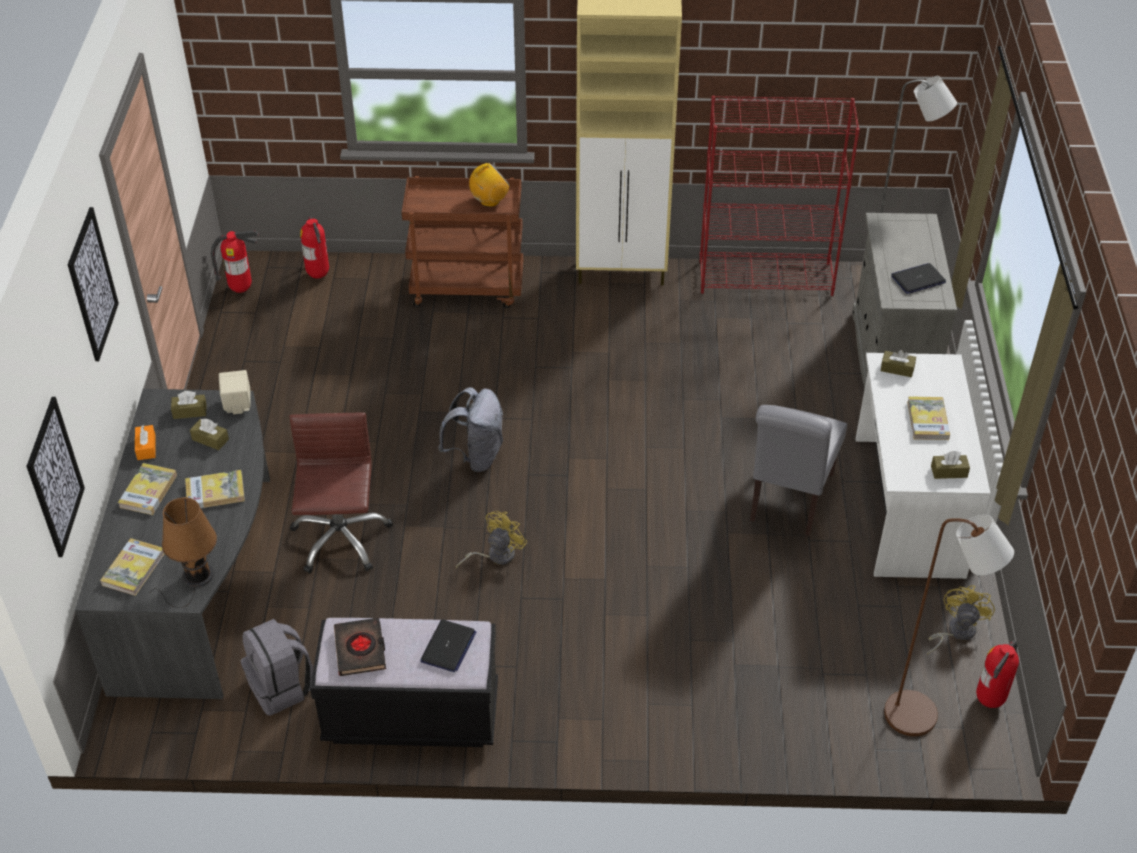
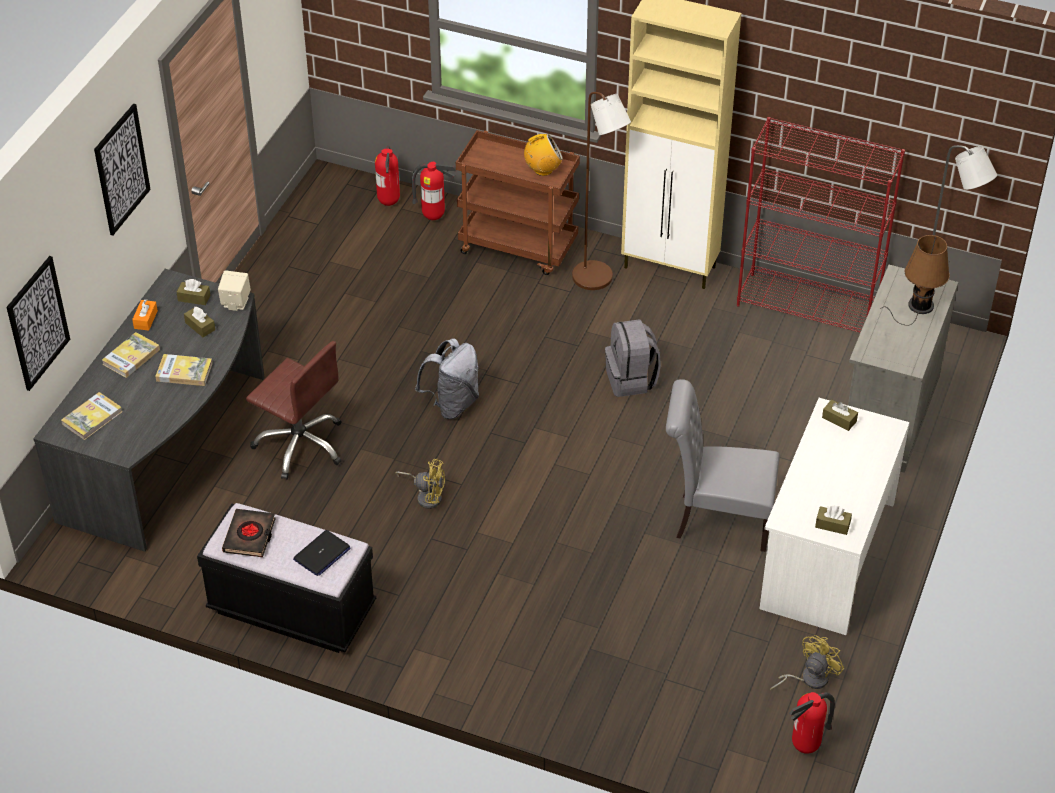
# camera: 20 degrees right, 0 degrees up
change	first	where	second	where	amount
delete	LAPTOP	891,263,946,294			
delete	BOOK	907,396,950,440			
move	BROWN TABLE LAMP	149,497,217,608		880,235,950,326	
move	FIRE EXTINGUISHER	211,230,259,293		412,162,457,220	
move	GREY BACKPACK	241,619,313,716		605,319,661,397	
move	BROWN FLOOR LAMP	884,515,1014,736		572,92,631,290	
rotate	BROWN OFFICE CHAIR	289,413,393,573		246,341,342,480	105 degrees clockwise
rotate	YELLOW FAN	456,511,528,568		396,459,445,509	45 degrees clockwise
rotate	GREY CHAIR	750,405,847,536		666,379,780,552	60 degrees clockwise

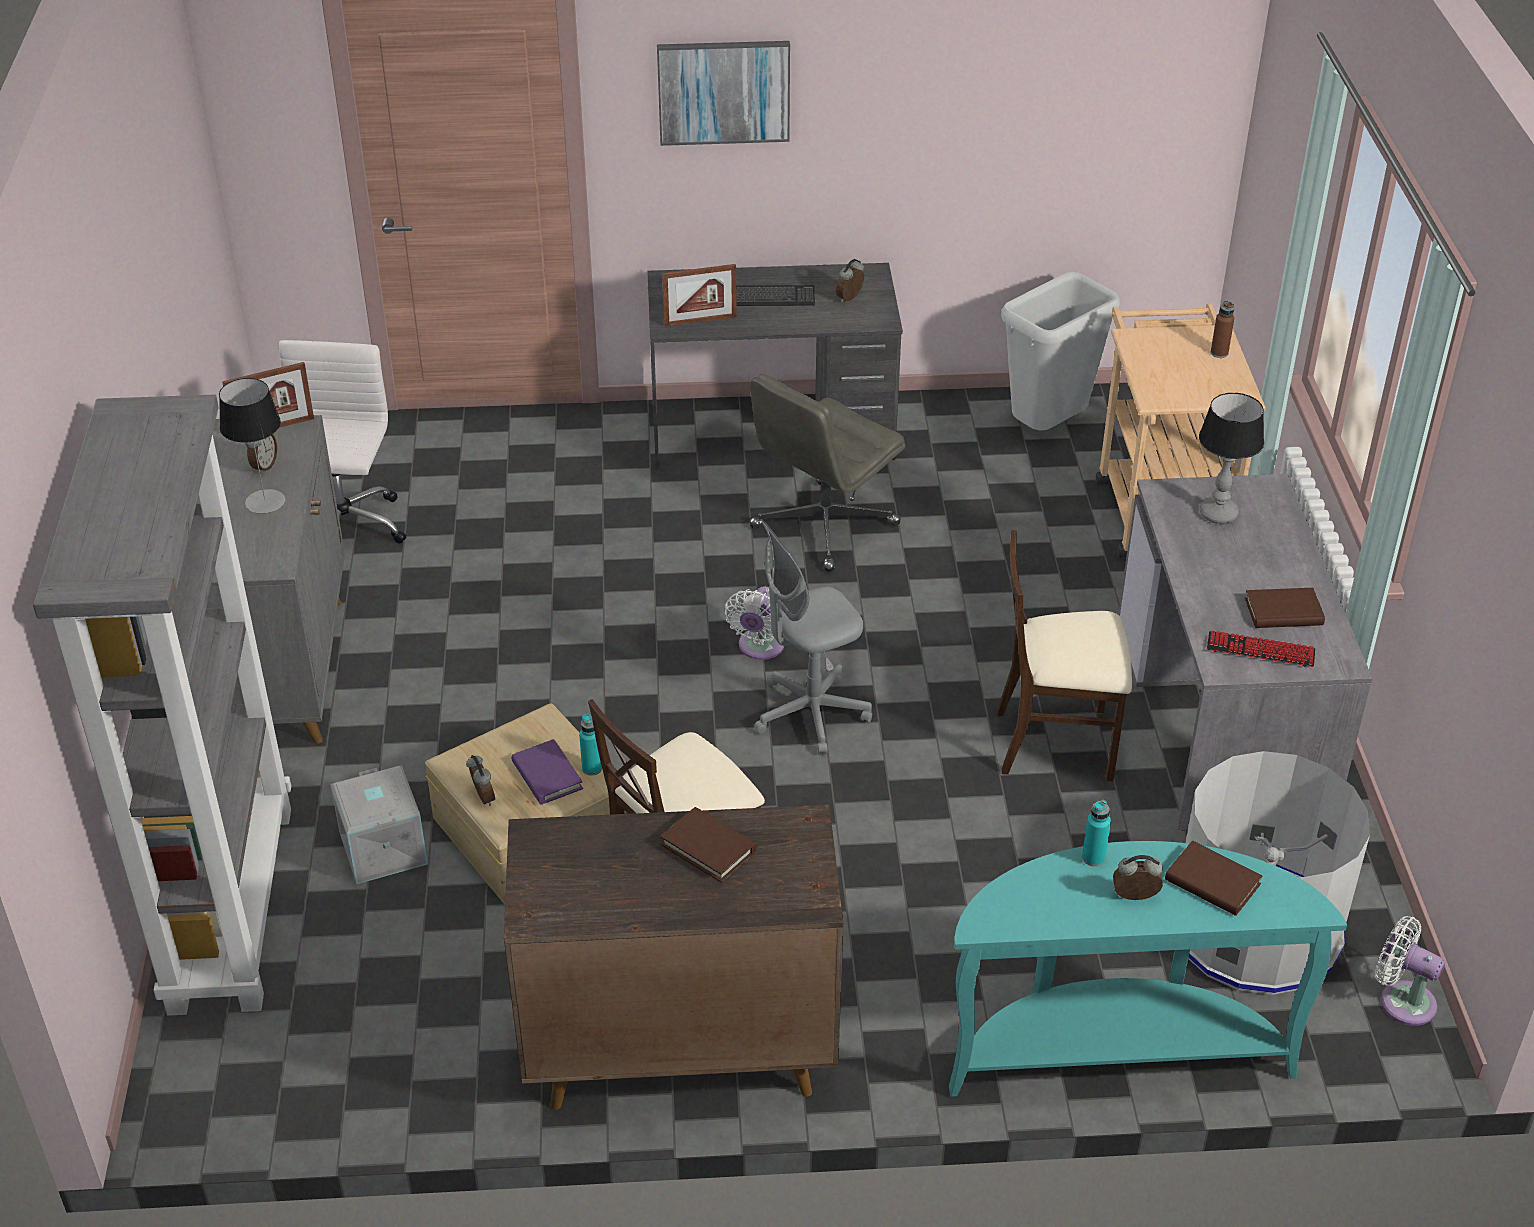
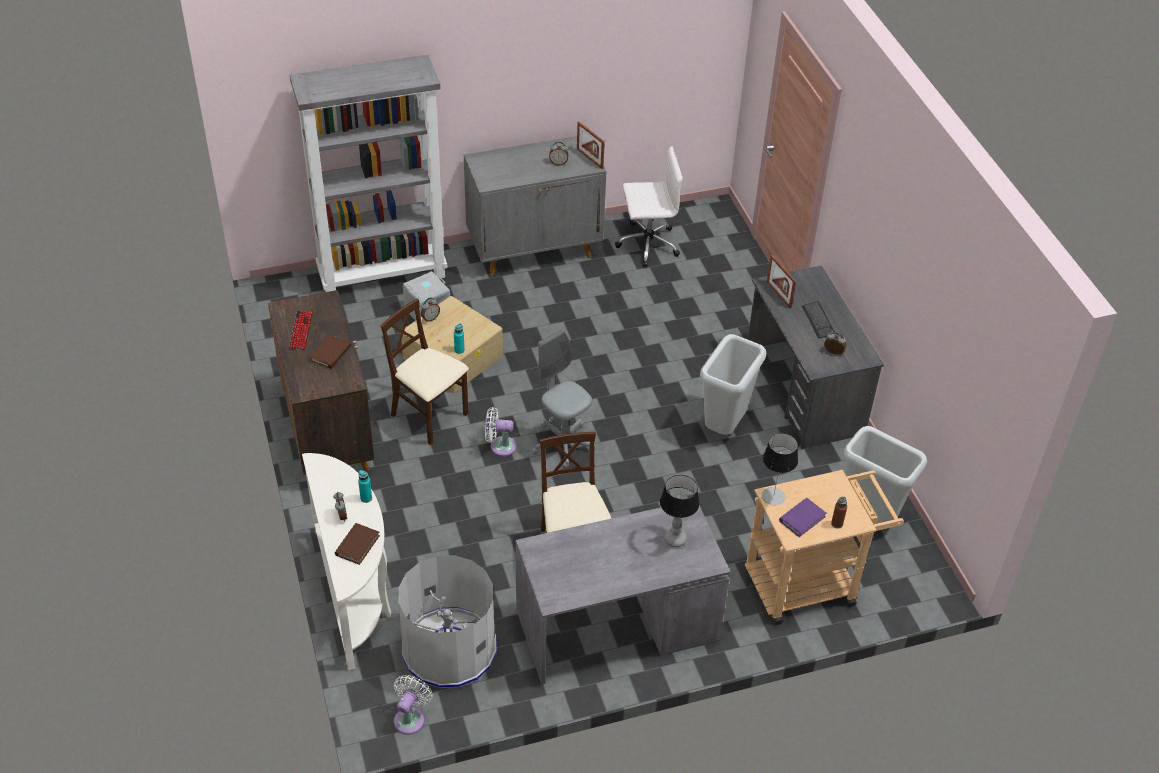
# camera: 75 degrees right, 5 degrees up
change	first	where	second	where	amount
delete	PICTURE	657,41,790,146			
delete	BROWN BOOK	1245,588,1325,628			
move	TABLE LAMP	219,378,285,514		762,433,798,505	
move	PURPLE BOOK	511,739,583,805		779,498,827,537	
move	WHITE FAN	724,586,784,660		485,407,517,456	
move	KEYBOARD	1207,630,1315,667		289,311,313,350	
replace	GREY OFFICE CHAIR	750,374,905,572	GREY TRASH CAN	700,334,766,435	
recolor	TURQUOISE CONSOLE TABLE	949,841,1347,1097	WHITE CONSOLE TABLE	302,453,391,670	

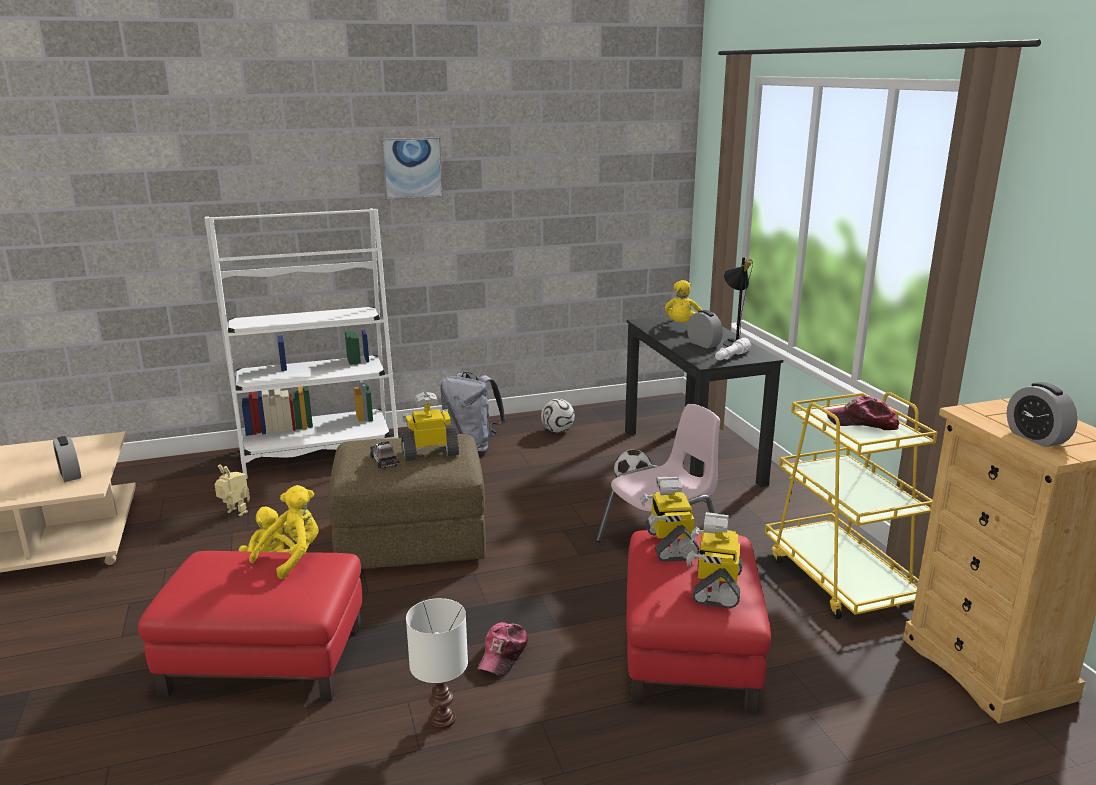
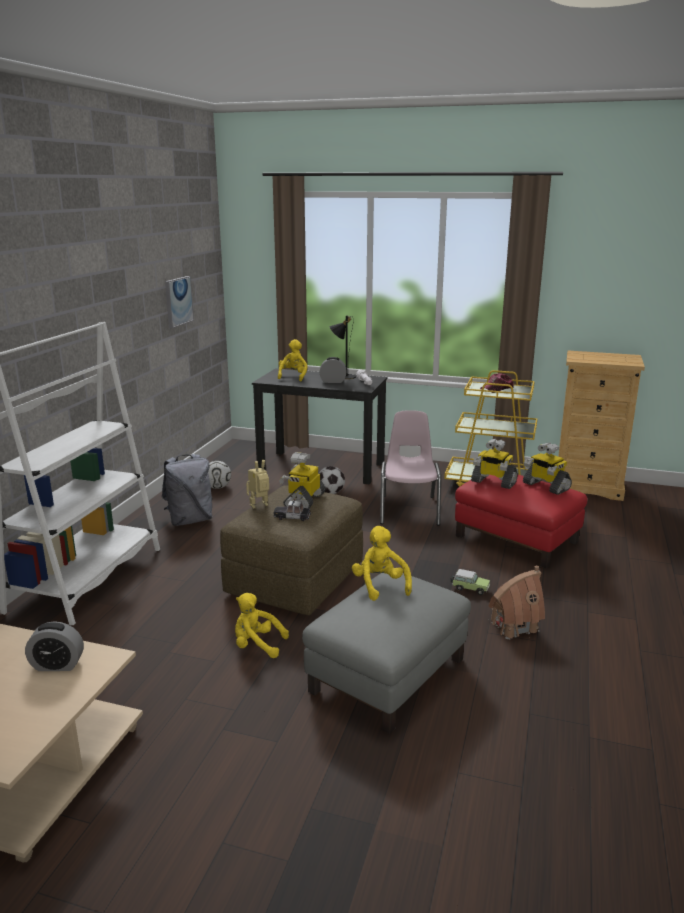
# camera: 55 degrees left, 0 degrees up
change	first	where	second	where	amount
delete	ALARM CLOCK	1007,382,1078,447			
move	TOY ROBOT	215,464,250,516		246,460,269,509	
move	PICTURE	381,137,443,200		165,276,194,328	
replace	WHITE TABLE LAMP	406,598,468,729	TOY HOUSE	488,565,545,640	
replace	CAP	477,622,528,676	TOY CAR	450,569,490,595	
recolor	RED OTTOMAN	138,551,362,701	GREY OTTOMAN	302,573,471,734	
rotate	YELLOW PLUSH TOY	665,280,702,323		278,339,308,381	135 degrees counterclockwise

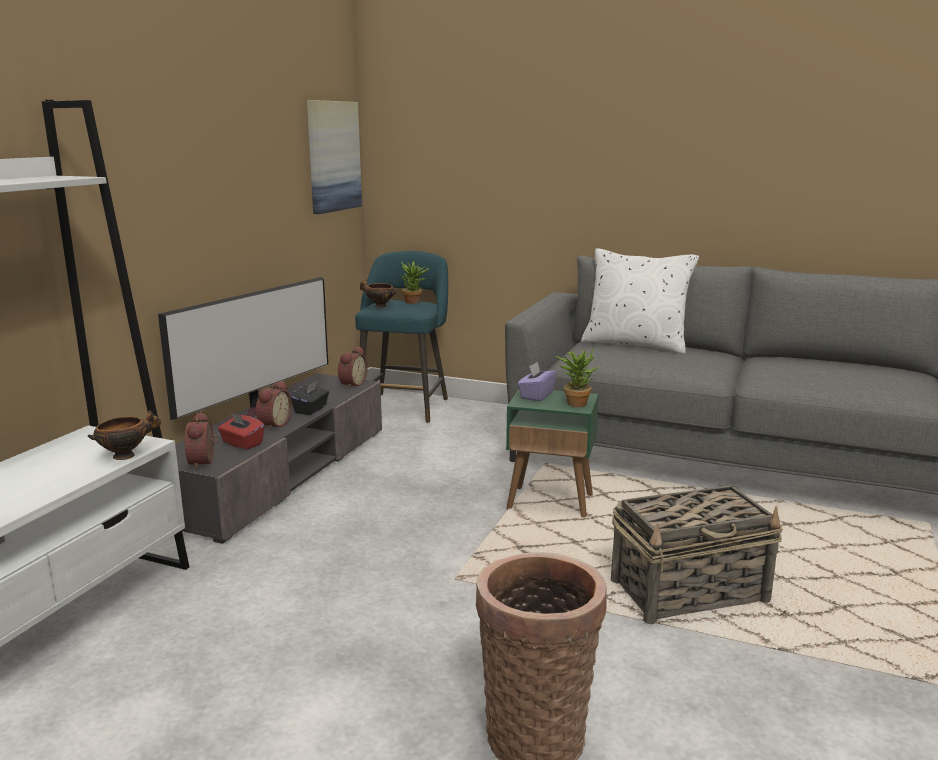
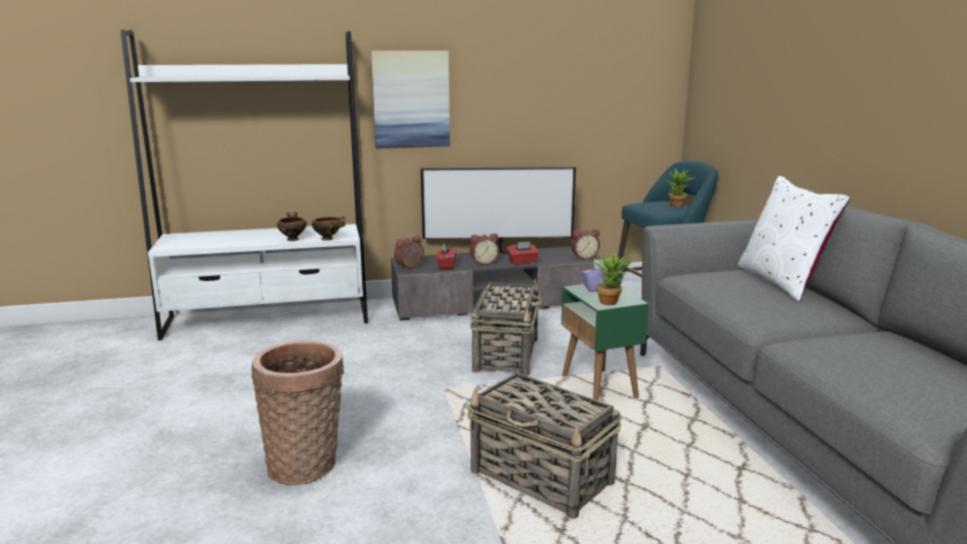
# camera: 55 degrees right, 0 degrees up
change	first	where	second	where	amount
insert			BASKET	470,279,543,376	
move	PICTURE	307,100,362,214		371,51,450,149	
move	BOWL	360,280,396,308		277,212,307,241	
recolor	BLACK TISSUE BOX	291,381,329,415	RED TISSUE BOX	507,241,539,265	

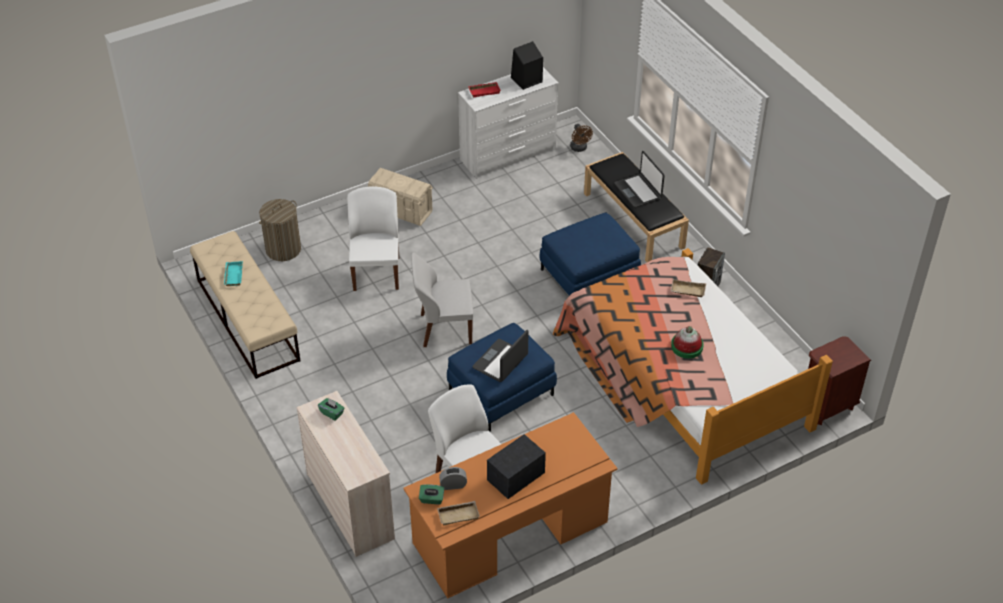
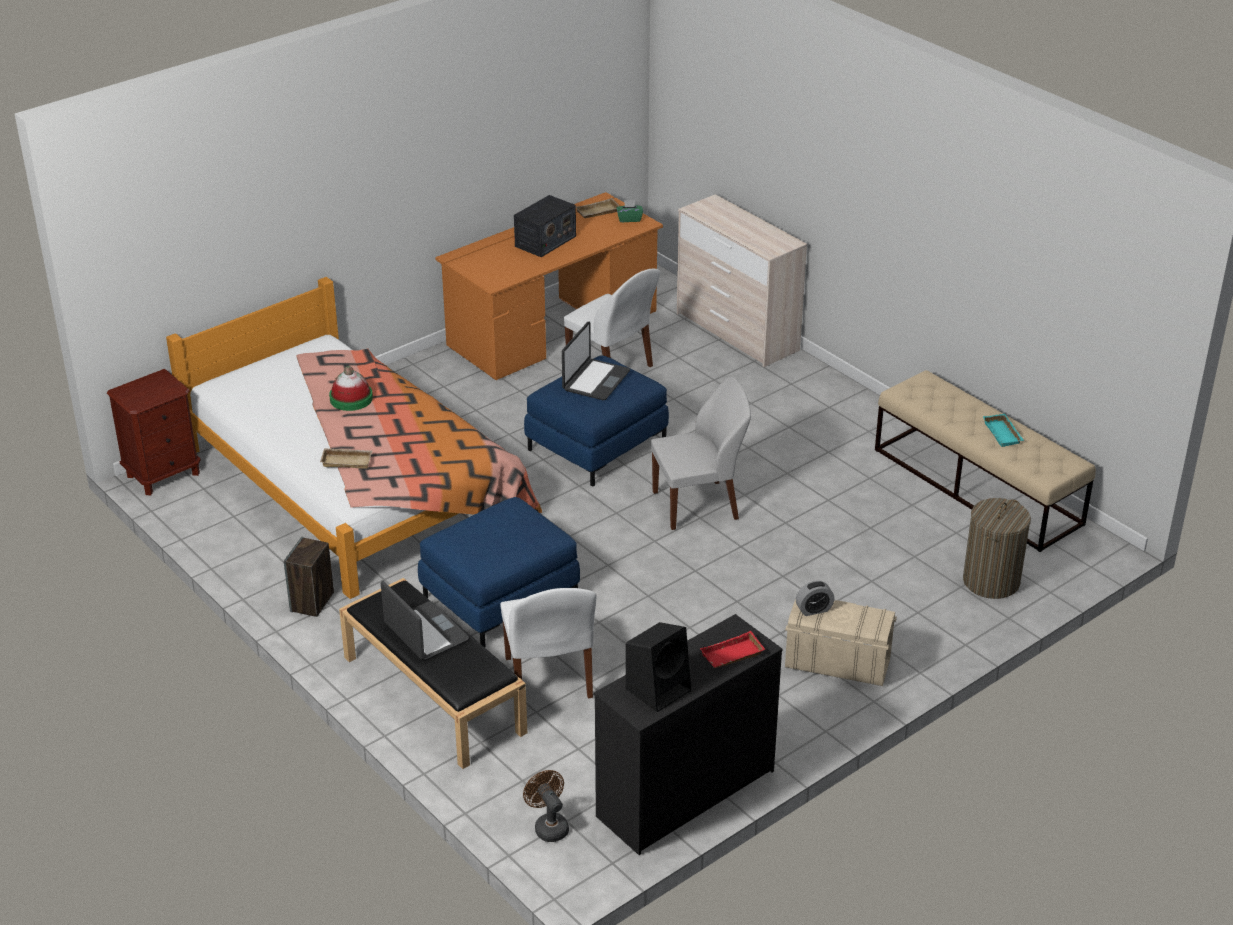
# camera: 170 degrees right, 10 degrees down
change	first	where	second	where	amount
delete	GREEN TISSUE BOX	318,398,345,421			
move	WHITE CHAIR	347,186,399,291		501,588,597,698	
move	ALARM CLOCK	439,467,467,490		796,581,834,616	
recolor	WHITE DRESSER	458,67,559,179	BLACK DRESSER	594,614,782,855	

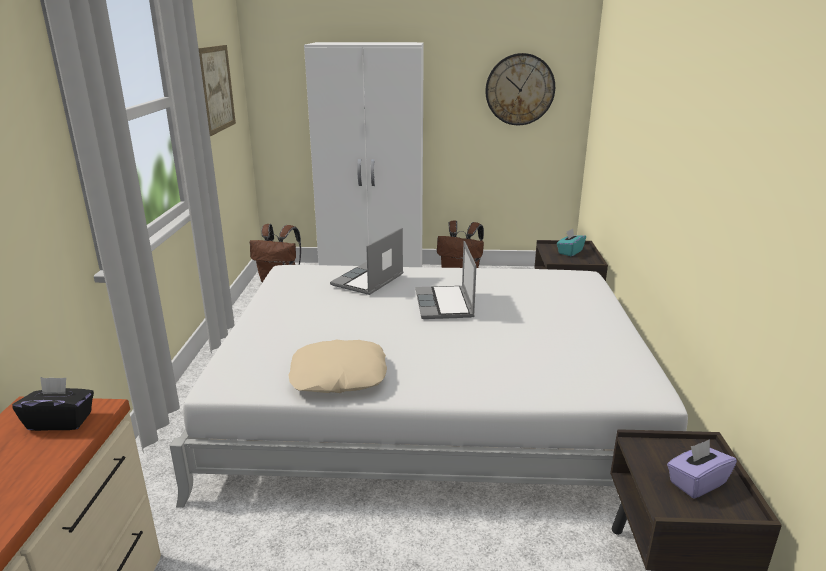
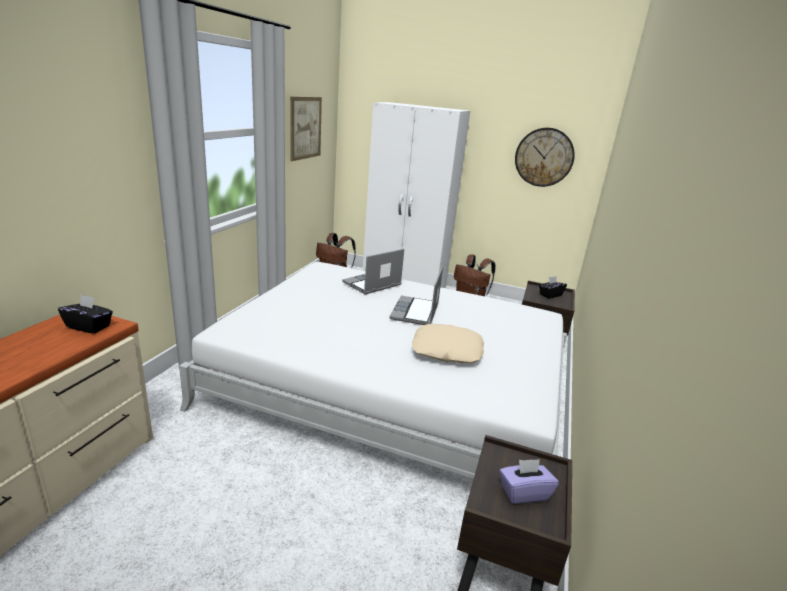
# camera: 15 degrees right, 0 degrees up
change	first	where	second	where	amount
move	BEIGE PILLOW	288,340,387,393		412,324,484,363	
recolor	TURQUOISE TISSUE BOX	557,229,586,256	BLACK TISSUE BOX	539,276,567,298	

